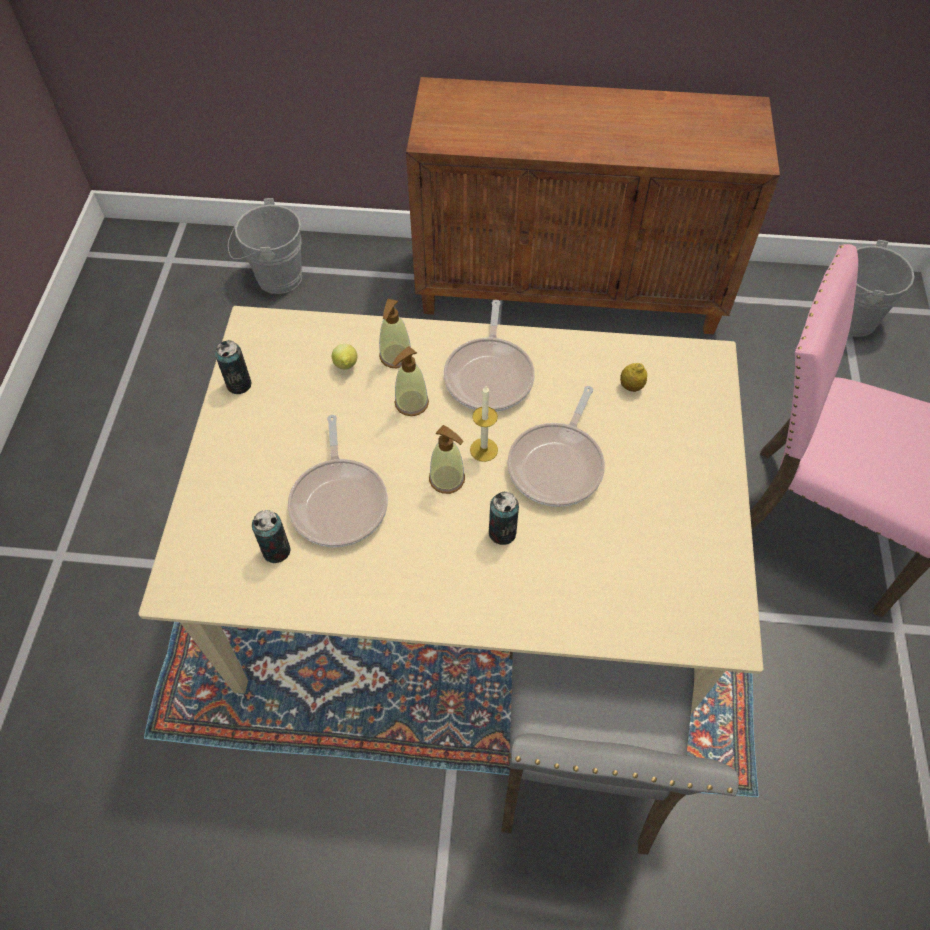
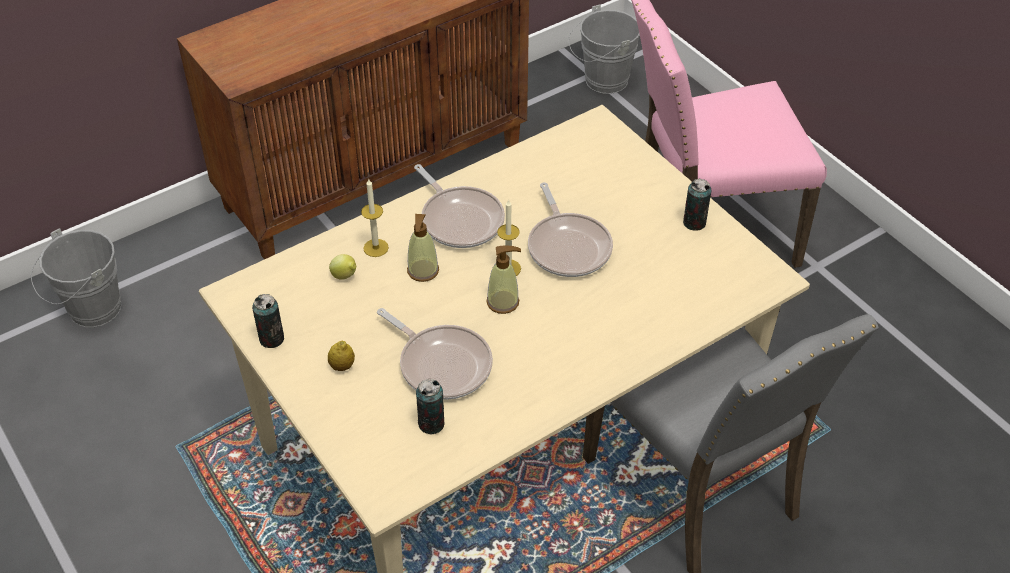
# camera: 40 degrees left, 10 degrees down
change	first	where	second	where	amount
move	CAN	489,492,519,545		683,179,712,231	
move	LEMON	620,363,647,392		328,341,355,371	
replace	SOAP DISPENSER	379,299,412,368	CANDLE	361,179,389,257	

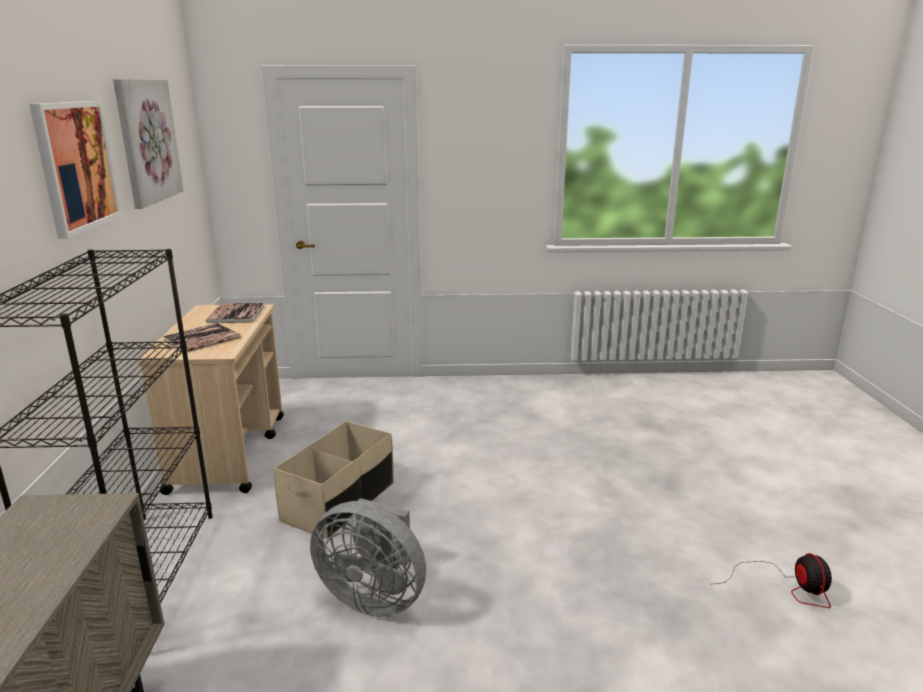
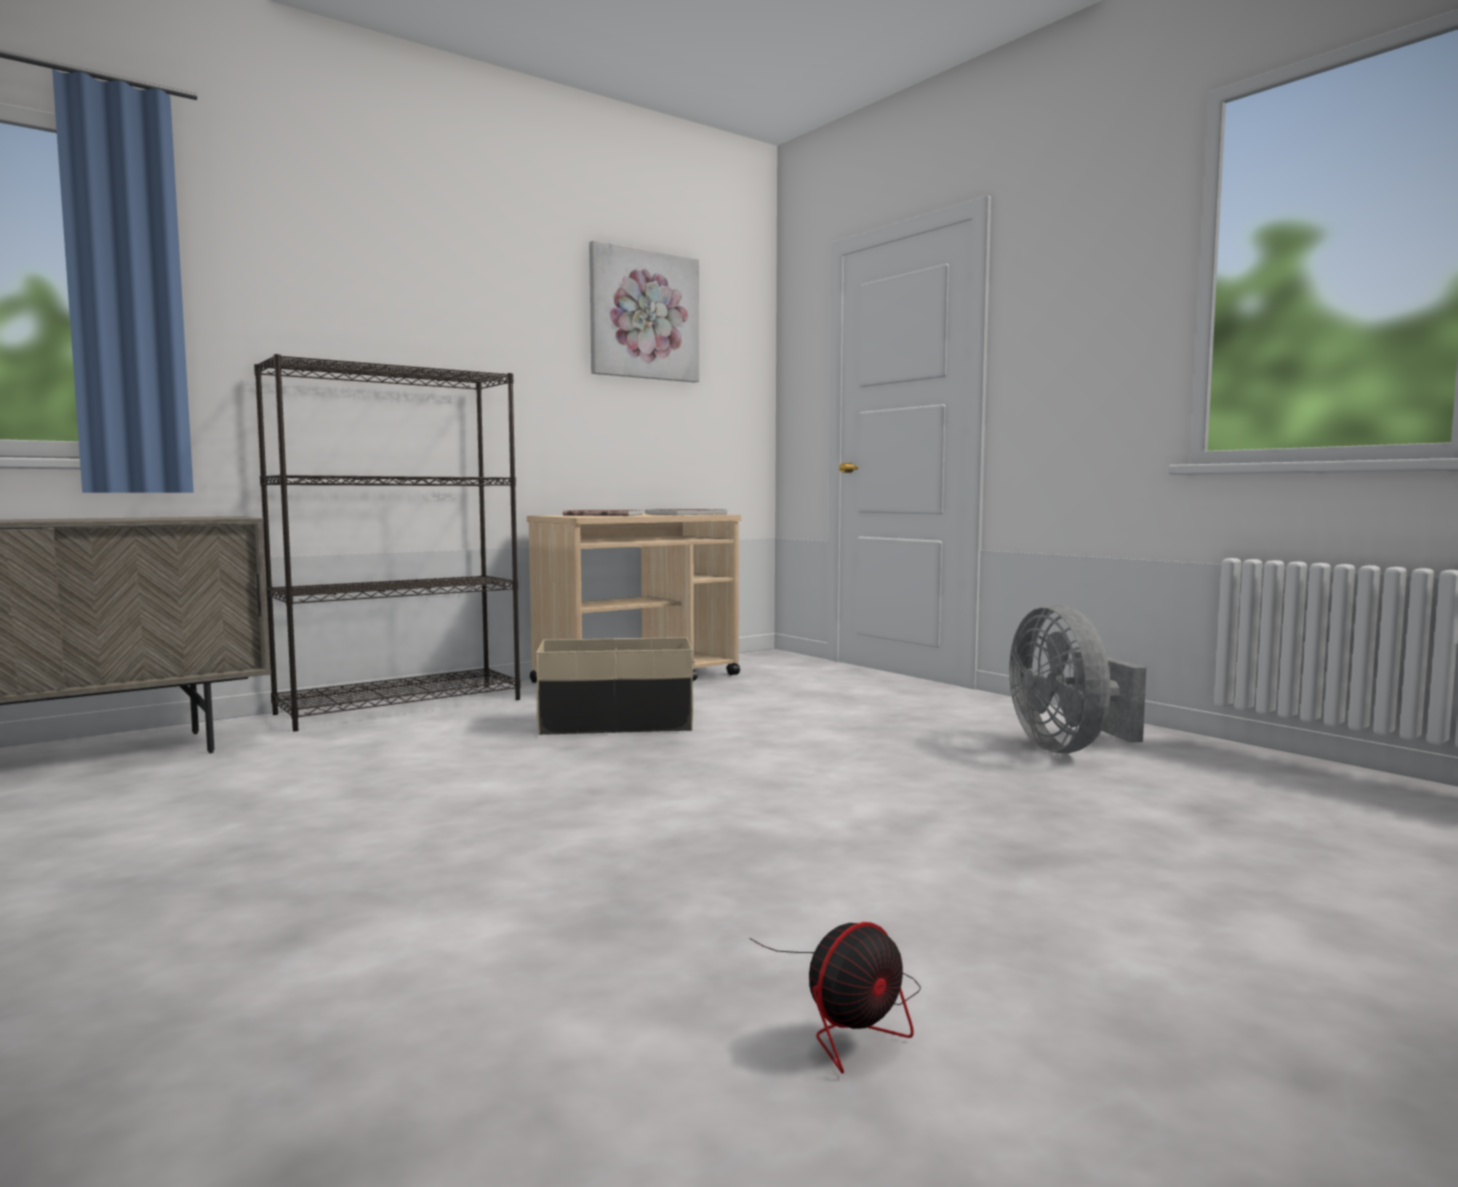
# camera: 55 degrees right, 15 degrees down
change	first	where	second	where	amount
delete	PICTURE	29,101,122,239			
move	GREY FAN	310,498,426,617		1009,605,1146,753	

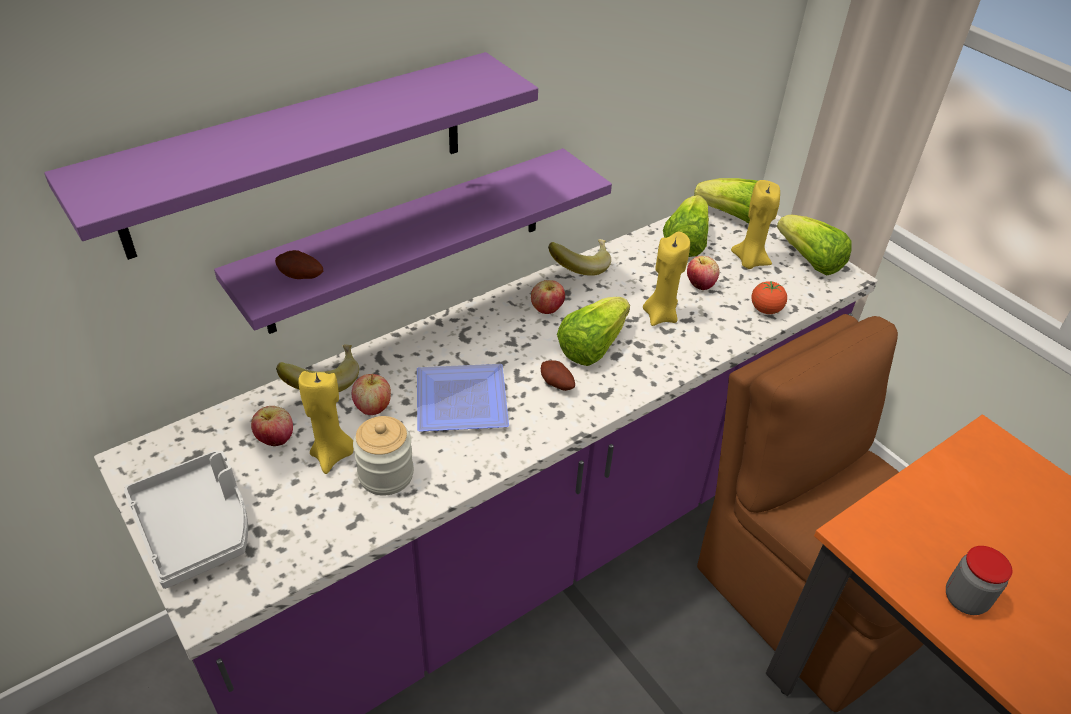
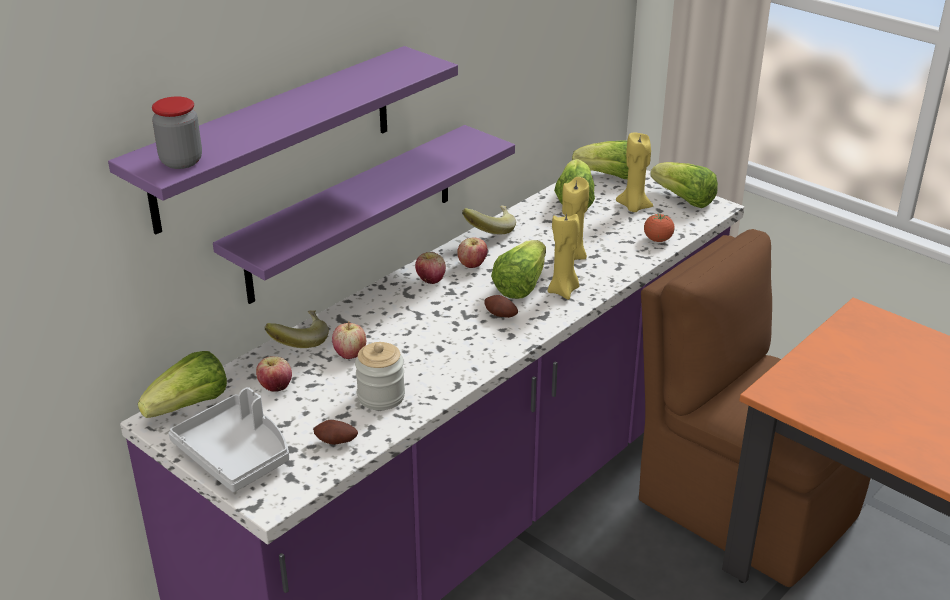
# camera: 10 degrees left, 10 degrees down
change	first	where	second	where	amount
delete	PLATE	417,364,509,432			
insert			LETTUCE	138,351,227,418	
move	POTATO	275,250,323,279		313,420,358,445	
move	YELLOW CANDLE	298,371,354,474		548,212,580,300	
move	APPLE	687,256,720,290		415,252,446,284	
move	JAR	946,546,1013,615		152,96,202,169	

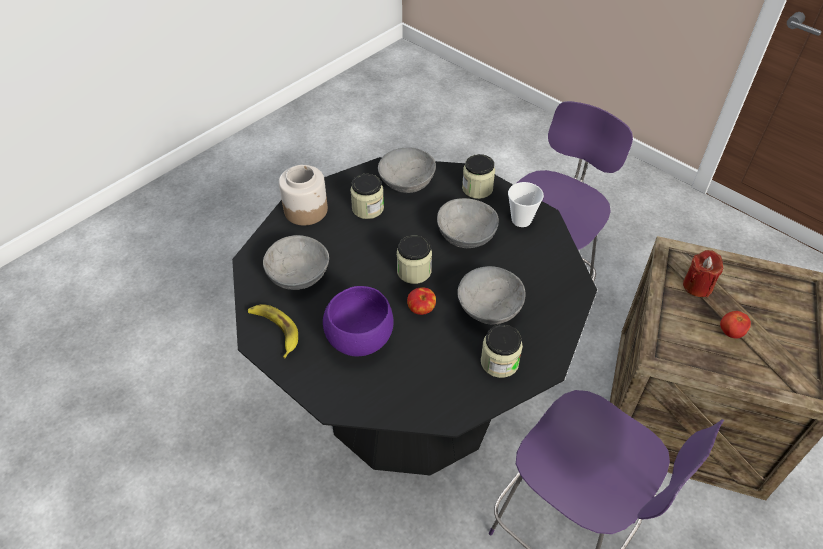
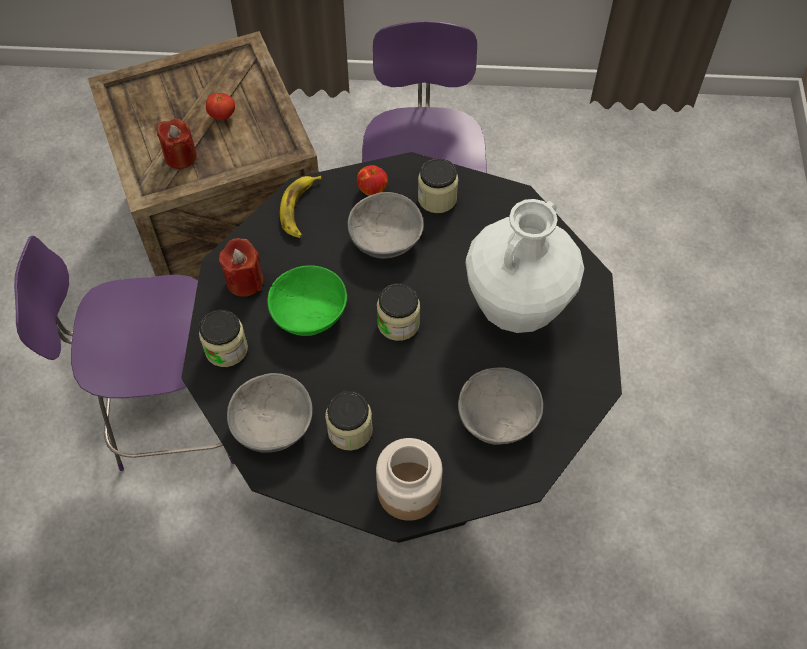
# camera: 130 degrees left, 10 degrees up
change	first	where	second	where	amount
move	BANANA	248,304,298,358		280,176,321,238	
move	APPLE	407,288,436,315		357,165,388,196	
replace	PURPLE BOWL	323,286,394,356	WHITE VASE	466,199,584,333	
replace	CUP	508,182,544,227	RED CANDLE	219,238,264,297	
recolor	GREY BOWL	437,198,499,248	GREEN BOWL	267,265,347,336	

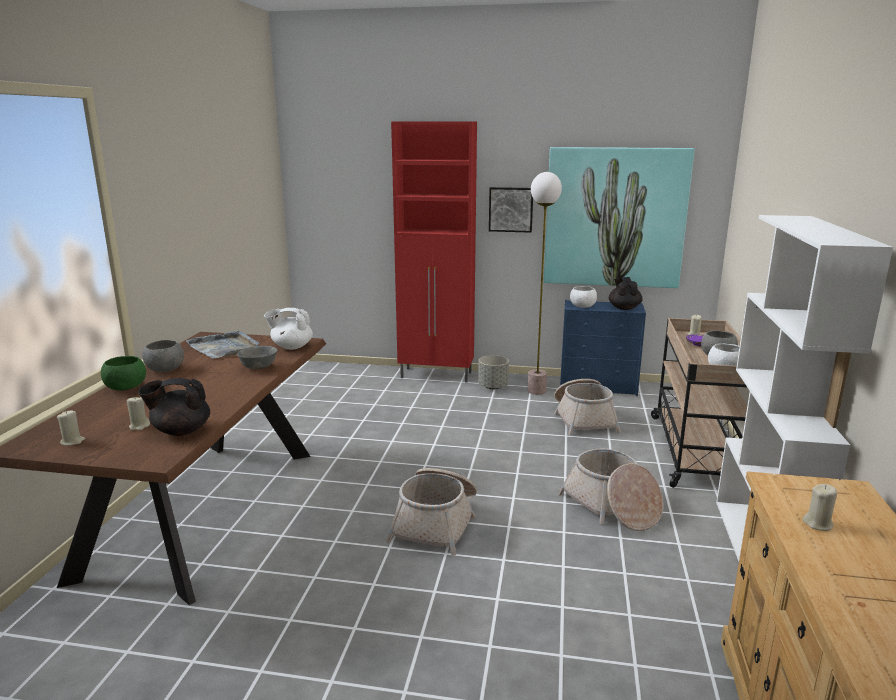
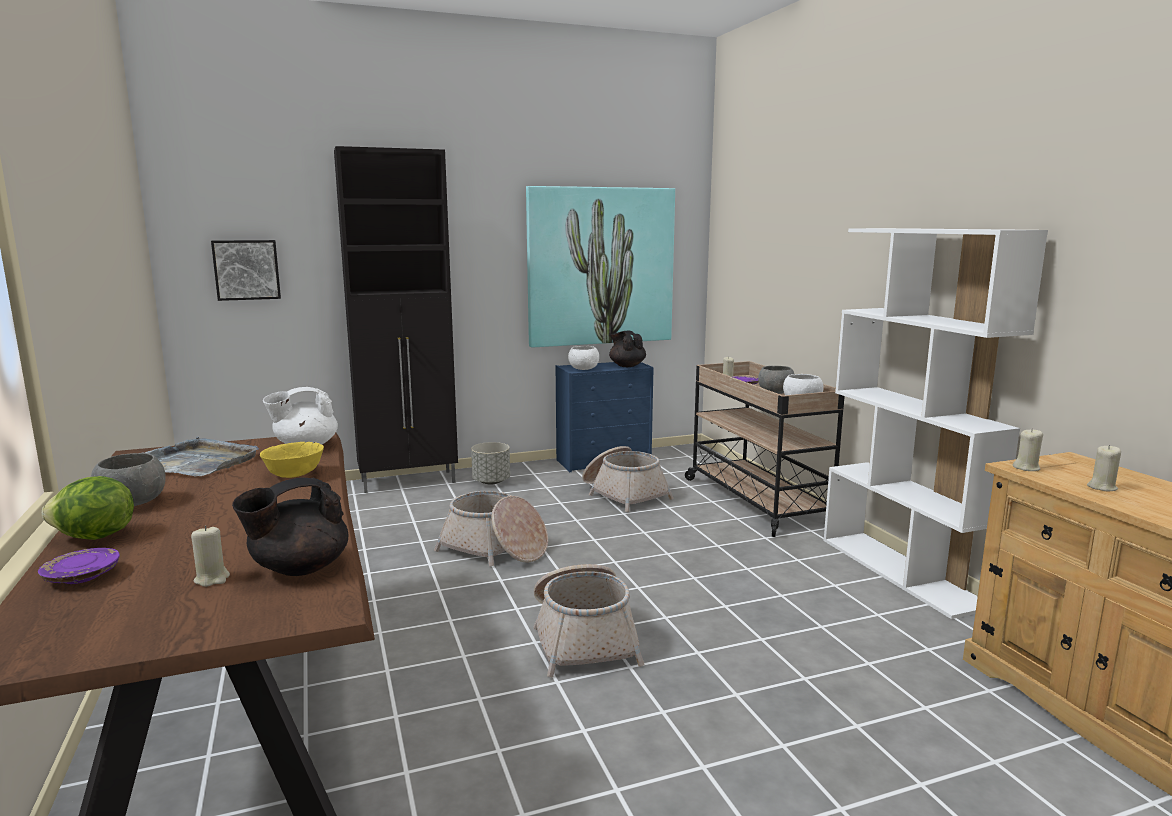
# camera: 30 degrees left, 5 degrees down
change	first	where	second	where	amount
delete	FLOOR LAMP	528,172,562,395			
insert			PURPLE PLATE	38,548,120,584	
move	BEIGE CANDLE	57,410,85,446		1013,428,1043,471	
move	PICTURE	489,187,533,233		211,240,281,301	
move	BASKET	558,449,664,531		434,491,548,566	
replace	GREEN BOWL	101,356,146,391	LETTUCE	42,476,134,540	
recolor	GREY BOWL	237,346,277,369	YELLOW BOWL	260,442,324,478	
recolor	RED CABINET	391,121,477,382	BLACK CABINET	334,146,458,493	

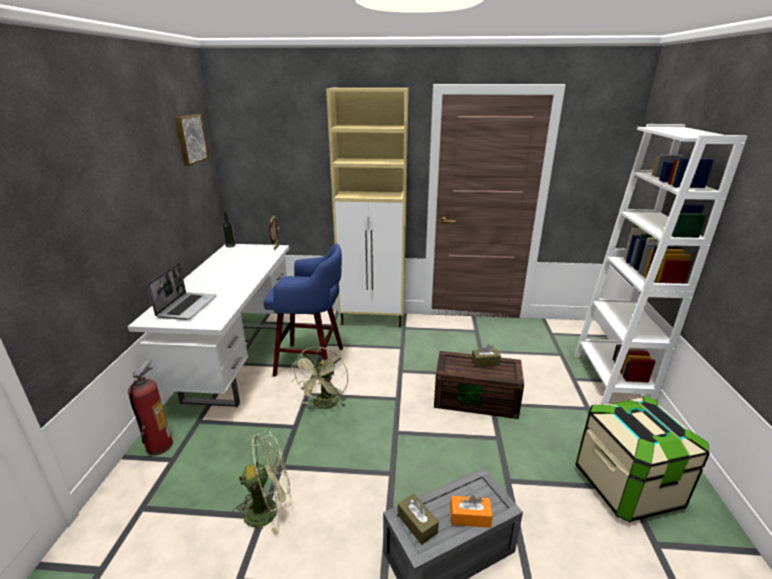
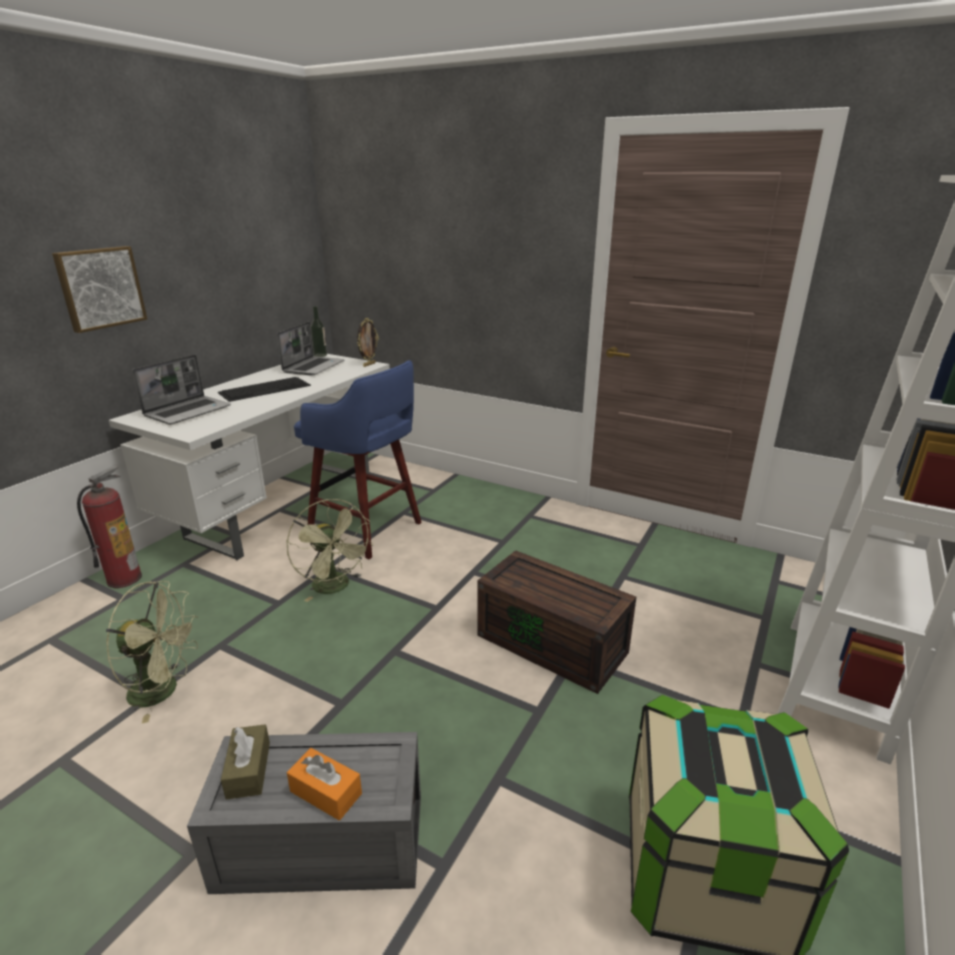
# camera: 25 degrees right, 0 degrees up
change	first	where	second	where	amount
delete	BEIGE CABINET	326,88,409,327			
delete	BROWN TISSUE BOX	472,345,501,367			
insert			KEYBOARD	218,377,311,402	
insert			LAPTOP	277,322,345,376	
move	PICTURE	175,114,209,166		52,246,147,333	
rotate	GREEN FAN	291,347,348,409		287,499,373,602	75 degrees counterclockwise

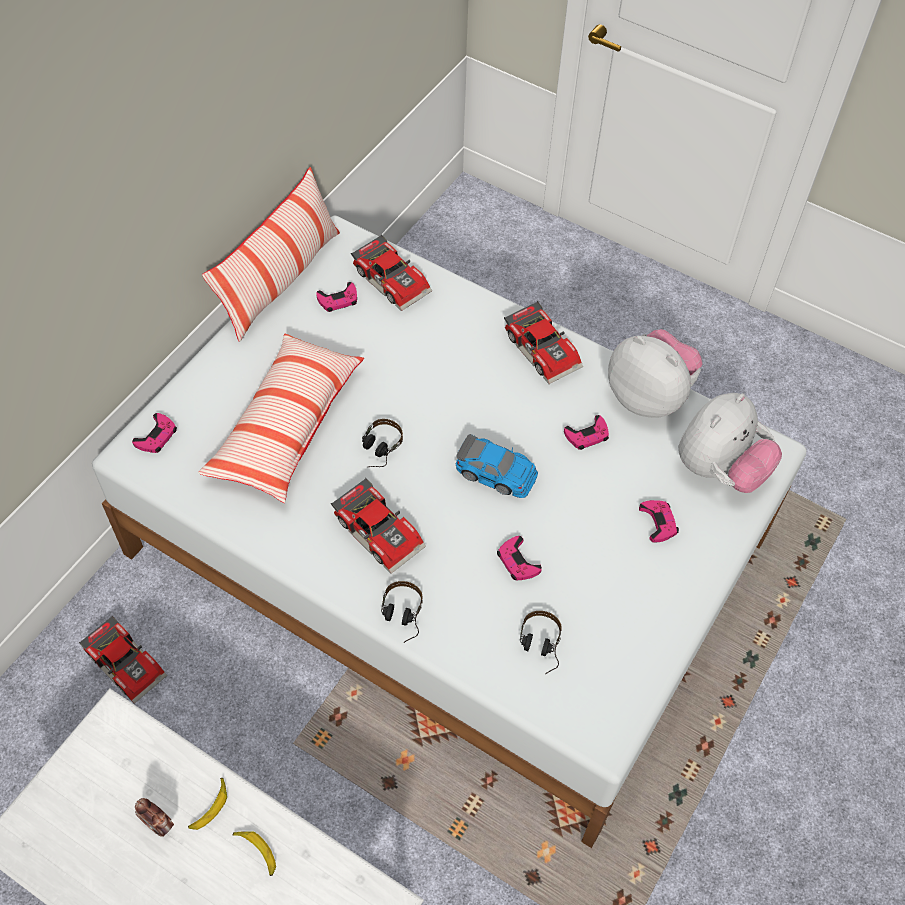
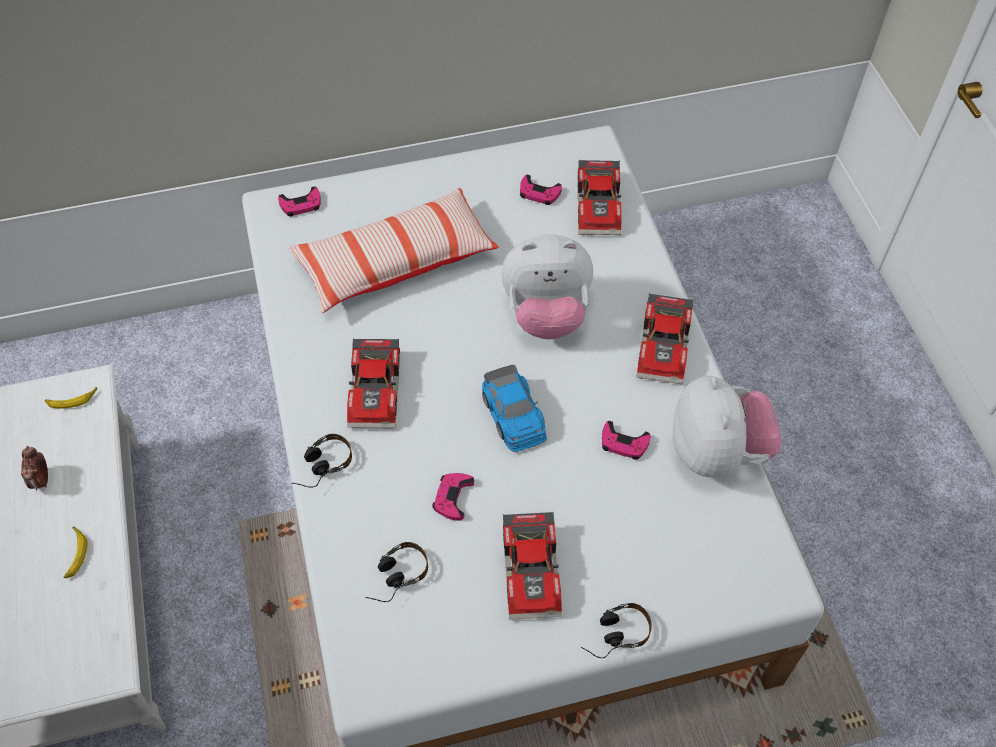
# camera: 45 degrees right, 0 degrees up
change	first	where	second	where	amount
delete	PILLOW	202,167,340,342			
delete	PINK GAME CONTROLLER	639,500,679,543			
move	TOY CAR	79,616,167,704		503,512,562,620	
move	BANANA	188,778,227,830		45,387,98,409	
move	HEADPHONES	362,419,403,467		581,603,652,658	
move	PLUSH TOY	678,393,782,493		502,234,593,339	

